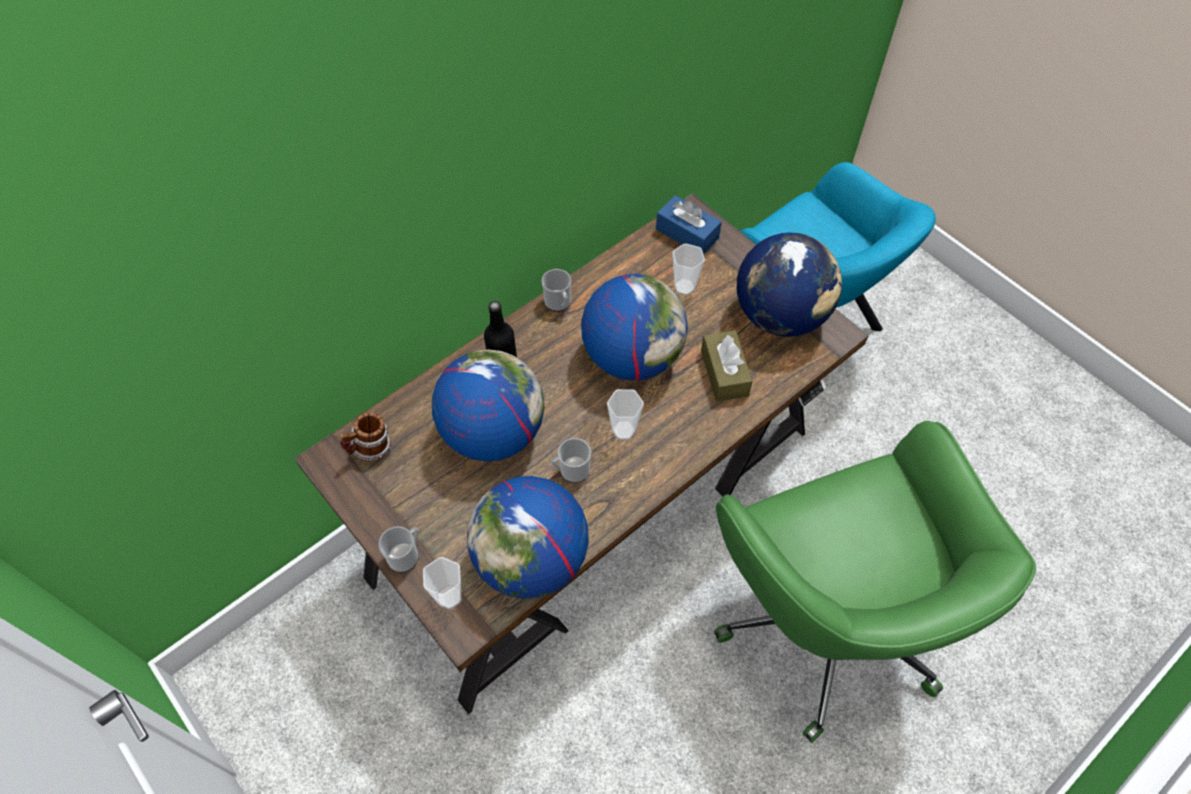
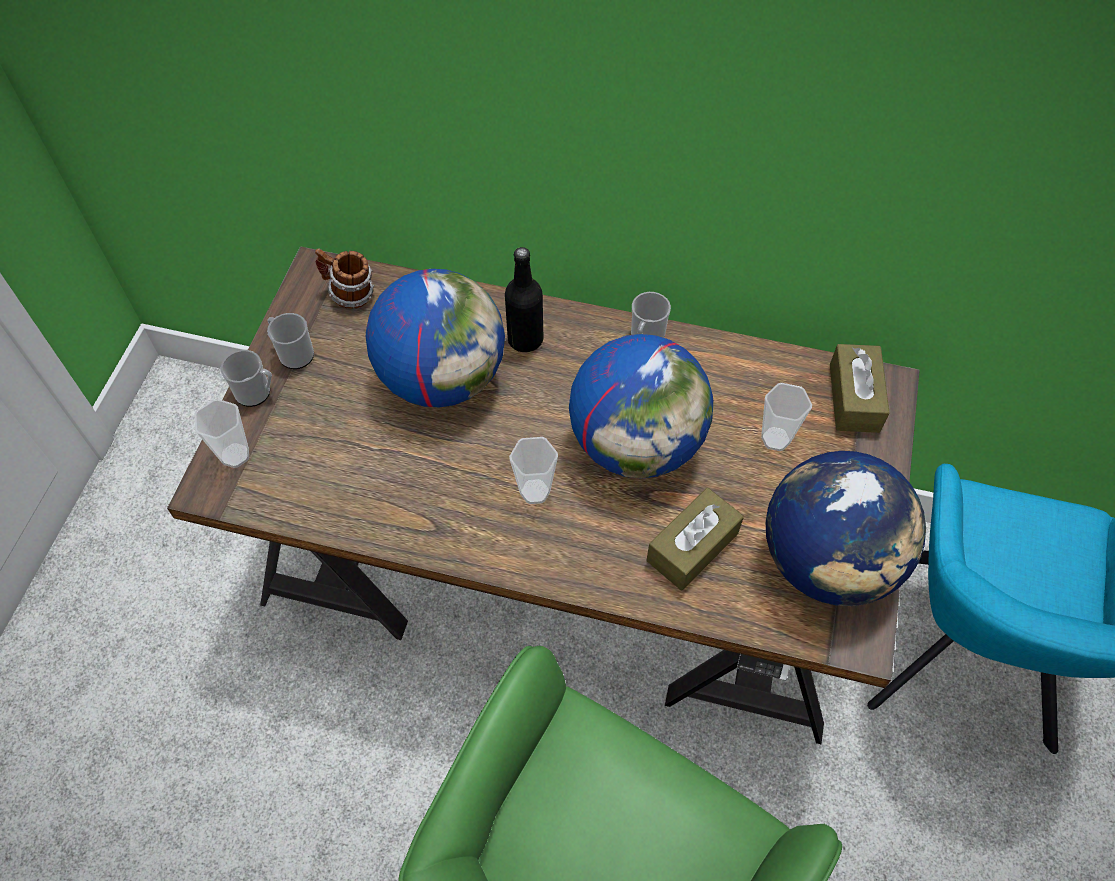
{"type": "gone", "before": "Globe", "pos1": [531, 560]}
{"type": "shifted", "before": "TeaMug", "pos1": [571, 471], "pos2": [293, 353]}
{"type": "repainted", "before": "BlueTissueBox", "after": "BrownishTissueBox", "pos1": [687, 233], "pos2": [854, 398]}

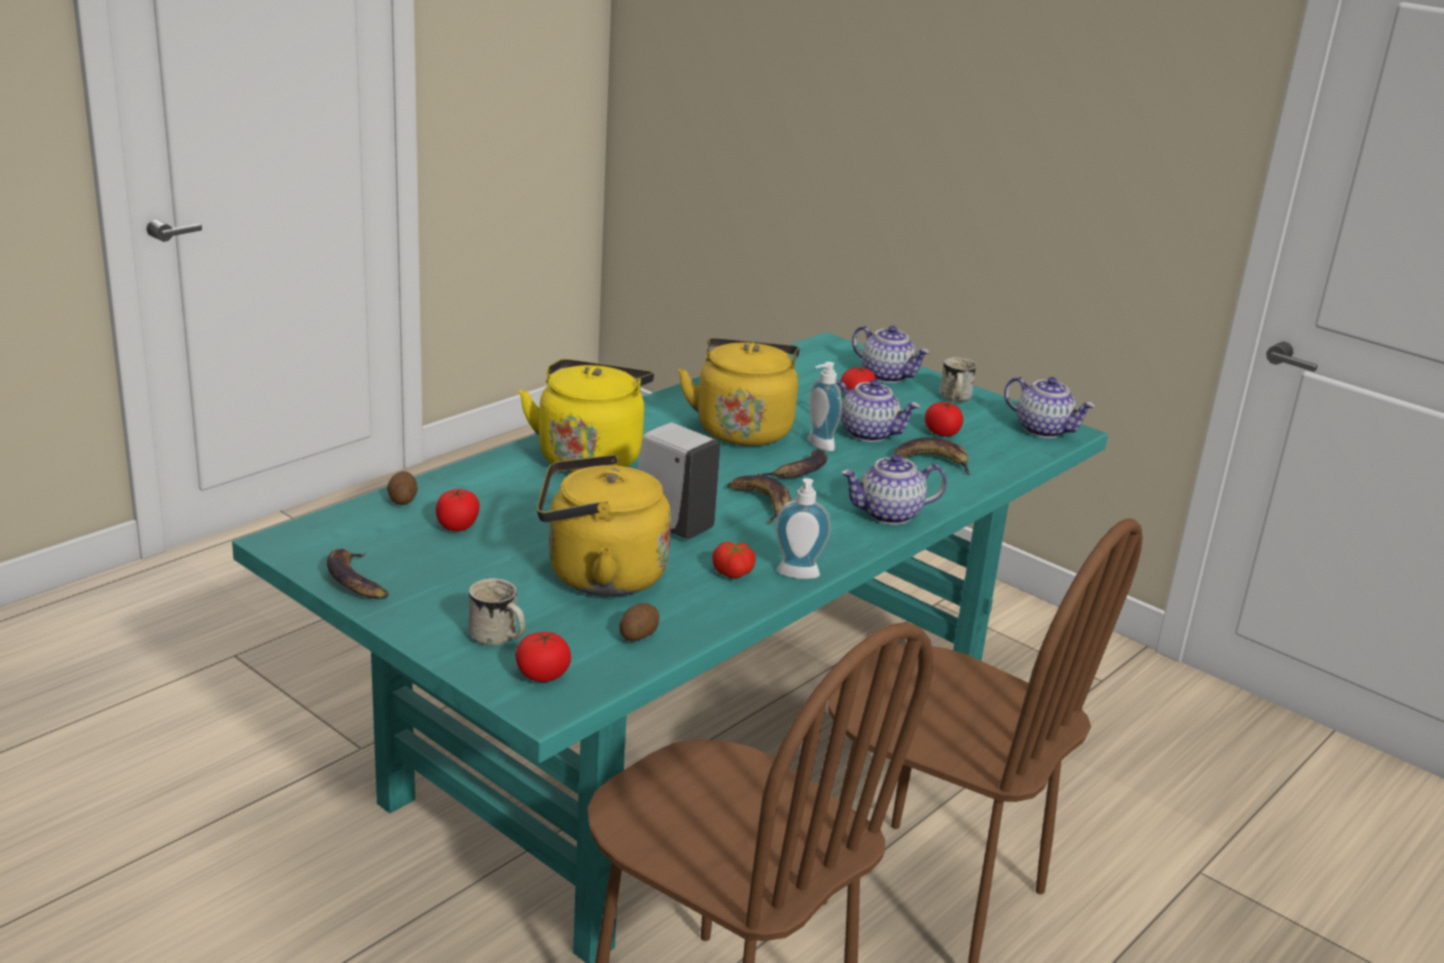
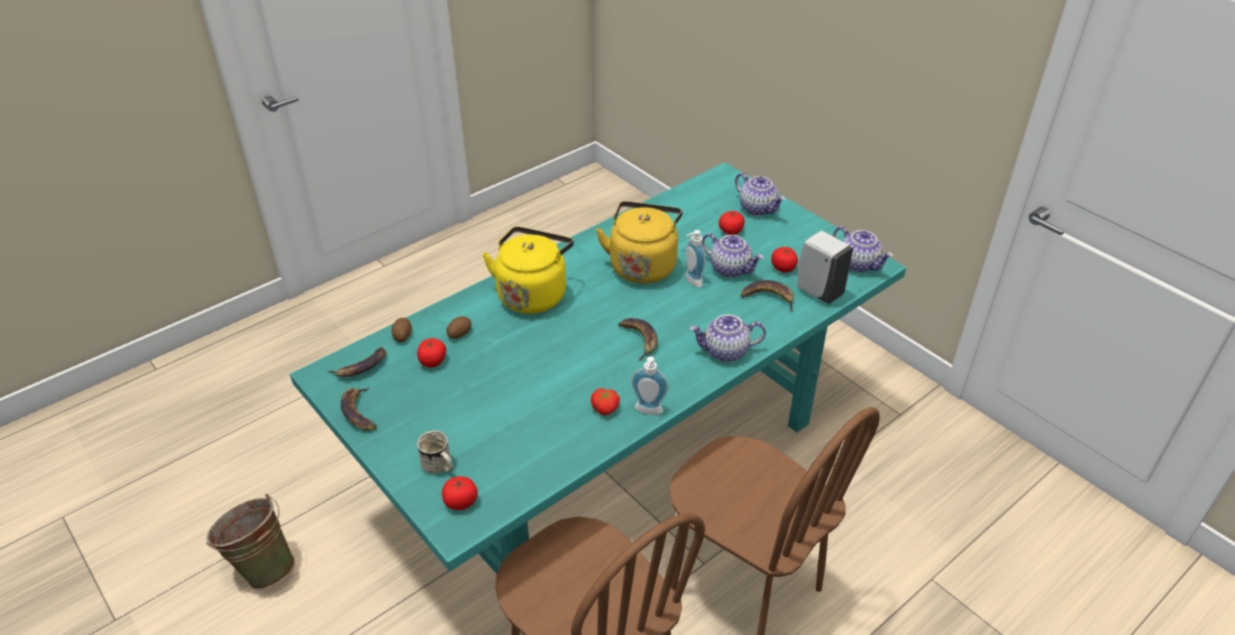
{"type": "gone", "before": "YellowishTeaKettle", "pos1": [598, 576]}
{"type": "gone", "before": "WhitishTeaMug", "pos1": [954, 399]}
{"type": "new", "after": "GreenColouredPail", "pos2": [263, 567]}
{"type": "shifted", "before": "Spud", "pos1": [637, 634], "pos2": [459, 333]}
{"type": "shifted", "before": "WhitishLiquidSoapBottle", "pos1": [672, 526], "pos2": [818, 291]}
{"type": "shifted", "before": "WholeBanana", "pos1": [799, 472], "pos2": [361, 367]}

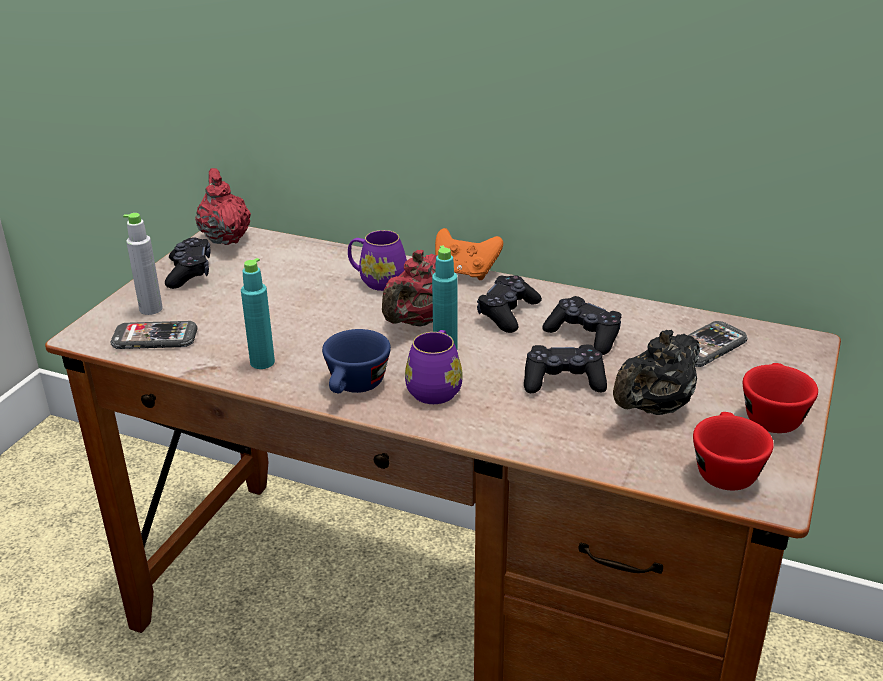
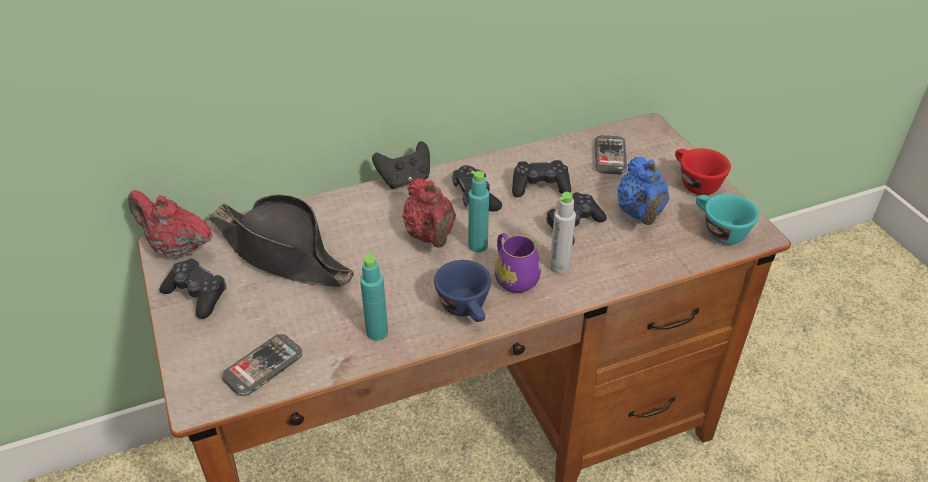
{"type": "gone", "before": "PurpleTeaMug", "pos1": [378, 281]}
{"type": "new", "after": "BlackColouredWearableHat", "pos2": [282, 254]}
{"type": "shifted", "before": "GreyBeverageBottle", "pos1": [151, 309], "pos2": [559, 267]}
{"type": "repainted", "before": "OrangeColouredGamepad", "after": "BlackColouredGamepad", "pos1": [465, 273], "pos2": [405, 180]}
{"type": "repainted", "before": "BlackColouredPotForTea", "after": "BluePotForTea", "pos1": [654, 408], "pos2": [640, 214]}
{"type": "repainted", "before": "RedColouredCup", "after": "TurquoiseCup", "pos1": [724, 469], "pos2": [718, 231]}

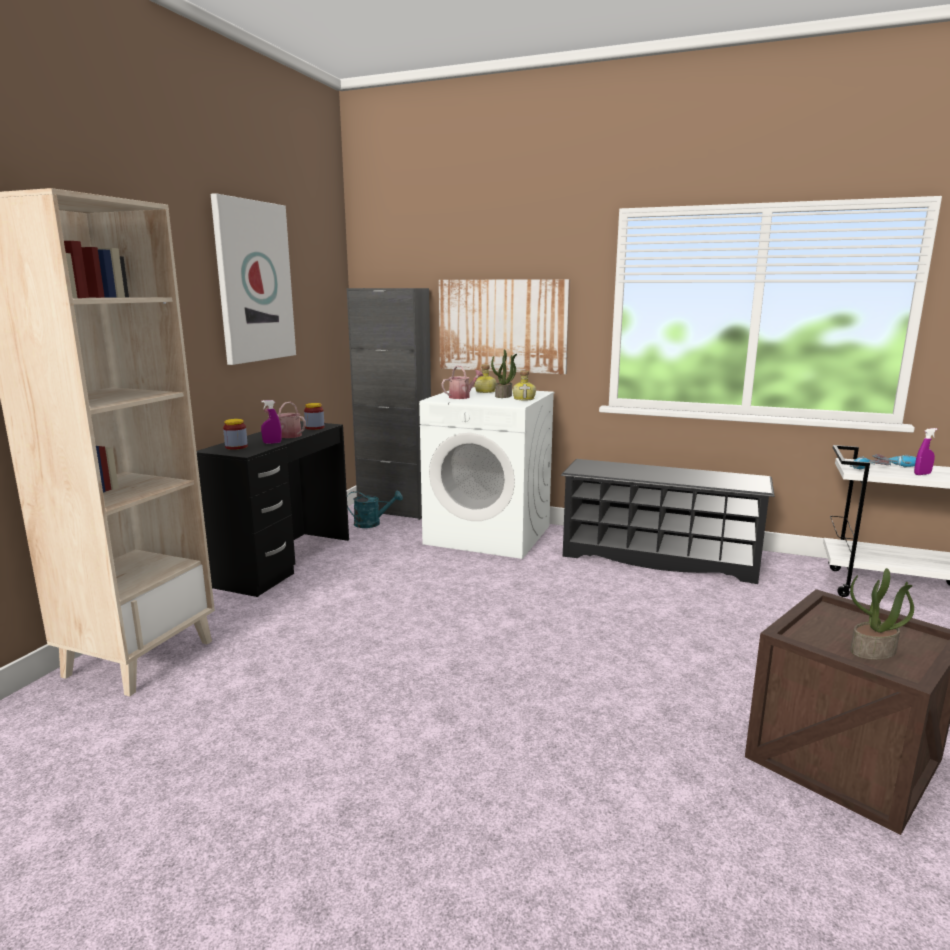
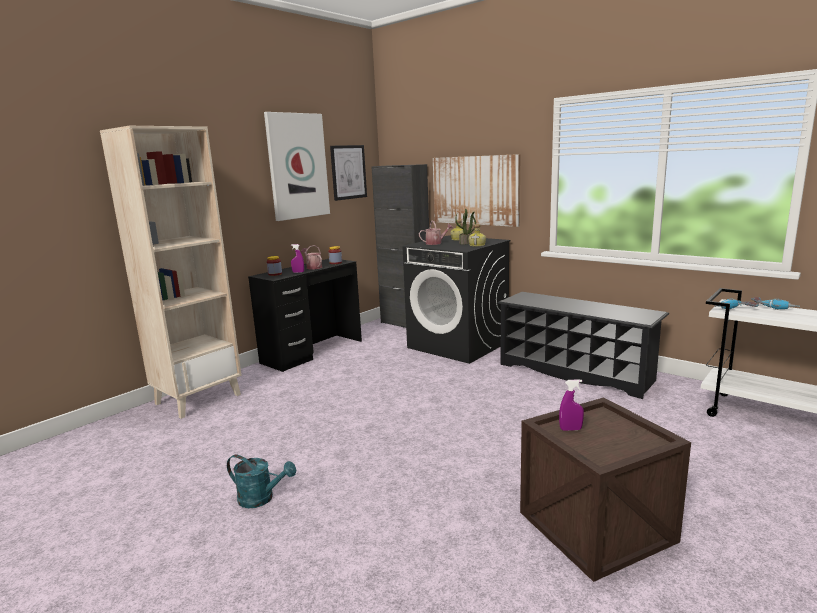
{"type": "gone", "before": "PlantInAPot", "pos1": [873, 651]}
{"type": "new", "after": "WallArt", "pos2": [348, 172]}
{"type": "shifted", "before": "TurquoiseWateringCan", "pos1": [372, 524], "pos2": [261, 499]}
{"type": "shifted", "before": "PurpleSprayBottle", "pos1": [922, 474], "pos2": [570, 429]}
{"type": "repainted", "before": "WhitishWashingMachine", "after": "BlackColouredWashingMachine", "pos1": [489, 535], "pos2": [458, 345]}

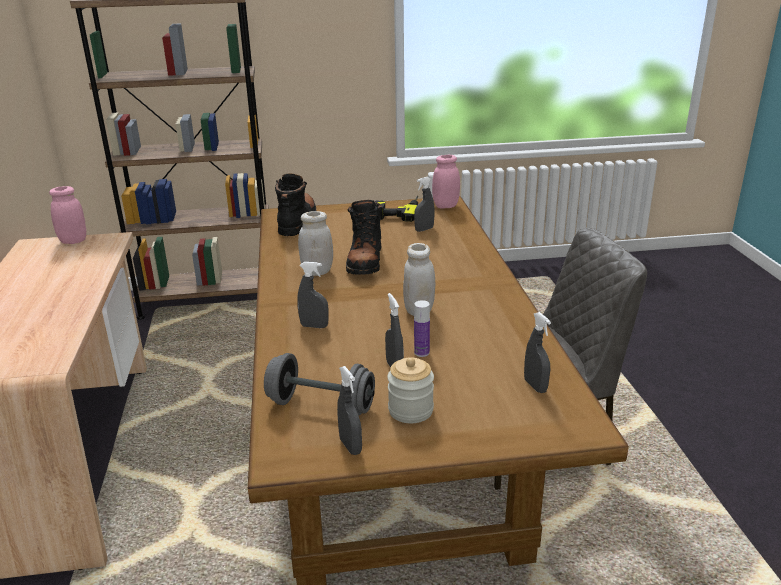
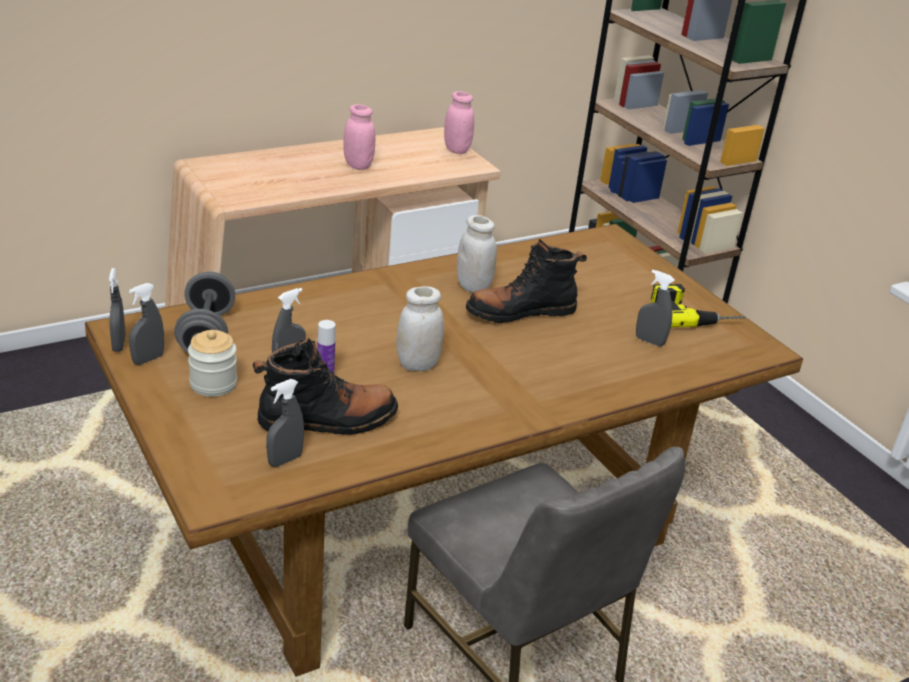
{"type": "shifted", "before": "BlackColouredBoot", "pos1": [298, 222], "pos2": [327, 420]}
{"type": "shifted", "before": "GreySprayBottle", "pos1": [314, 326], "pos2": [119, 345]}
{"type": "shifted", "before": "PinkStorageJar", "pos1": [445, 206], "pos2": [358, 165]}

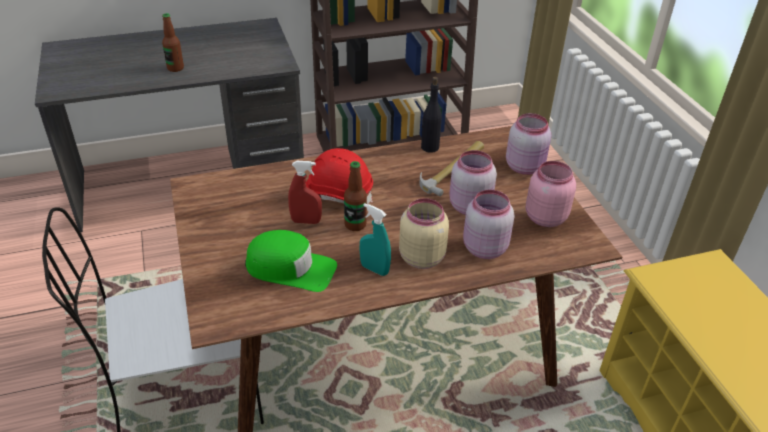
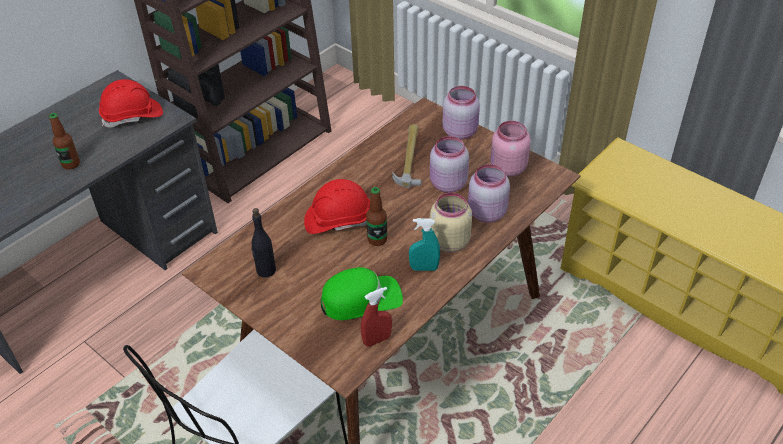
{"type": "new", "after": "RedColouredSafetyHelmet", "pos2": [132, 116]}
{"type": "shifted", "before": "RedColouredSprayBottle", "pos1": [306, 221], "pos2": [377, 340]}
{"type": "shifted", "before": "BlackColouredBeverageBottle", "pos1": [429, 147], "pos2": [266, 270]}

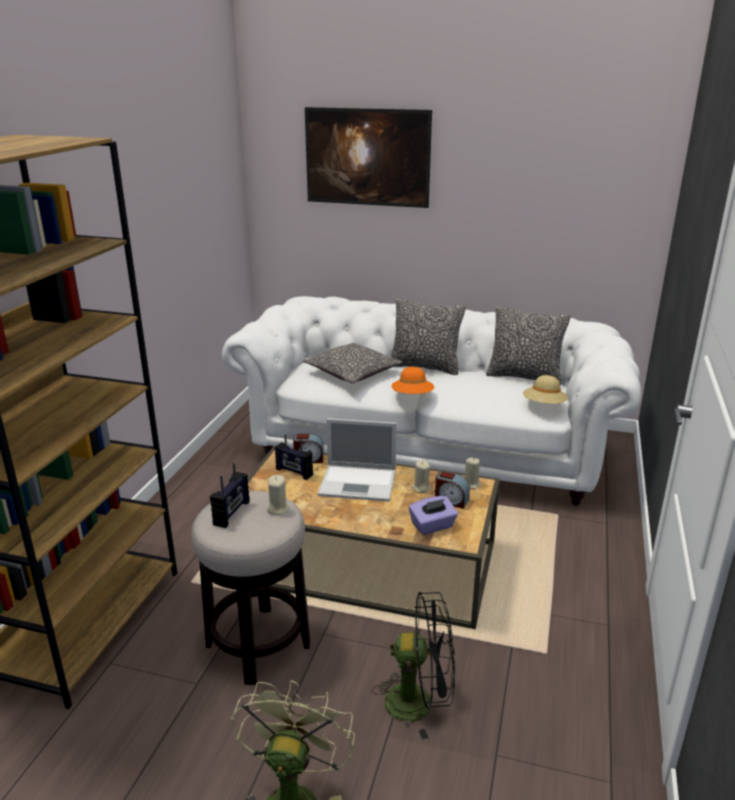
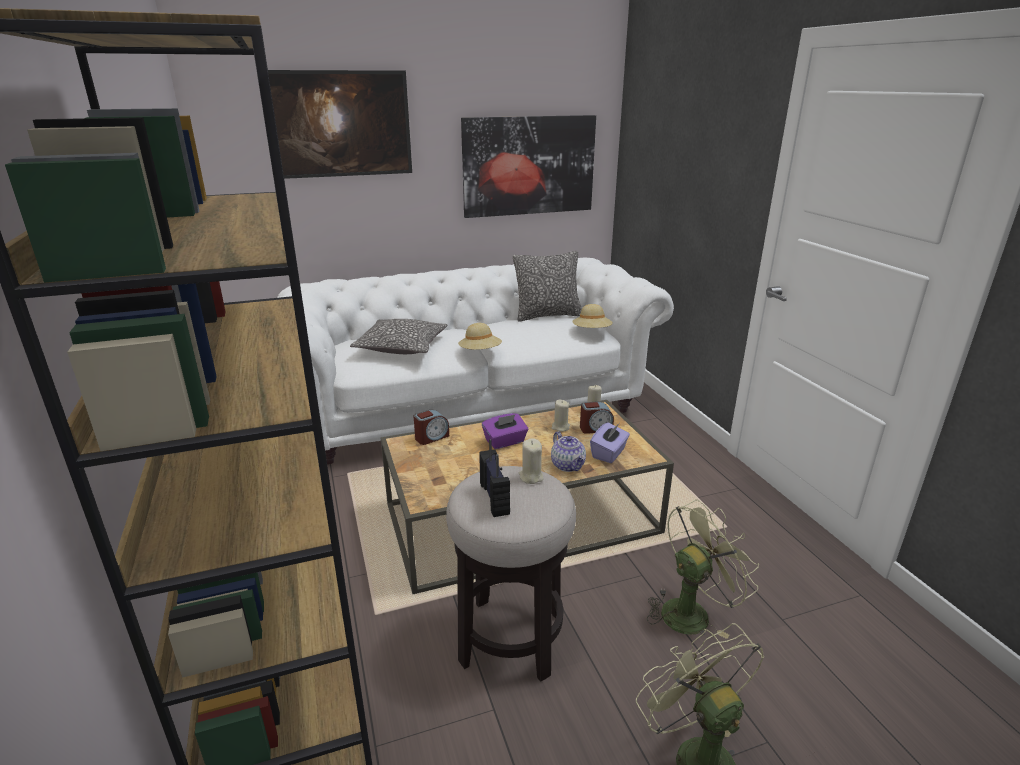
{"type": "gone", "before": "Radio", "pos1": [294, 472]}
{"type": "gone", "before": "ThrowPillow", "pos1": [425, 367]}
{"type": "new", "after": "WallArt", "pos2": [529, 166]}
{"type": "new", "after": "PotForTea", "pos2": [568, 465]}
{"type": "swapped", "before": "PortableComputer", "after": "PurpleTissueBox", "pos1": [359, 483], "pos2": [505, 442]}
{"type": "repainted", "before": "BlackColouredCoolingFan", "after": "GreenColouredCoolingFan", "pos1": [419, 702], "pos2": [691, 611]}
{"type": "repainted", "before": "OrangeColouredWearableHat", "after": "BeigeWearableHat", "pos1": [412, 396], "pos2": [480, 352]}

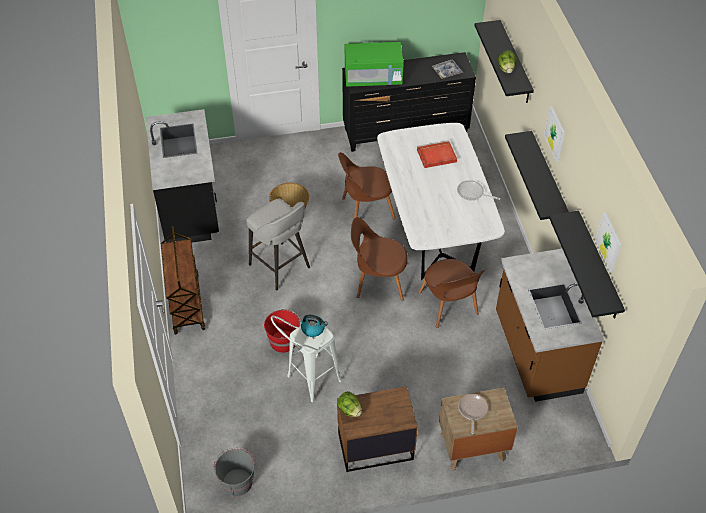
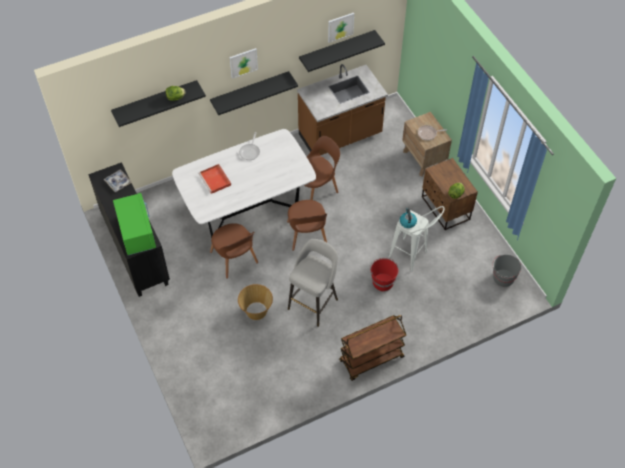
{"type": "gone", "before": "BlackColouredCounter", "pos1": [190, 207]}

